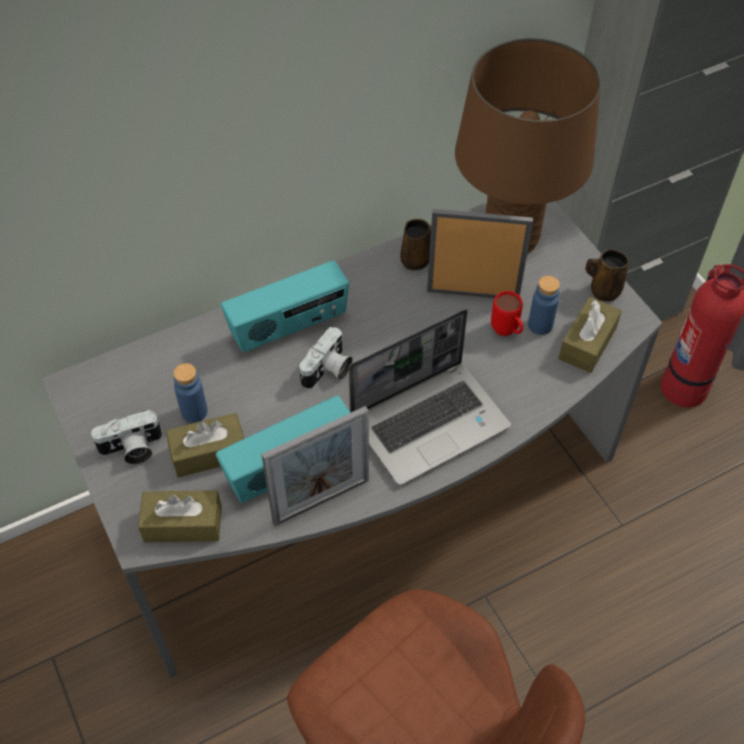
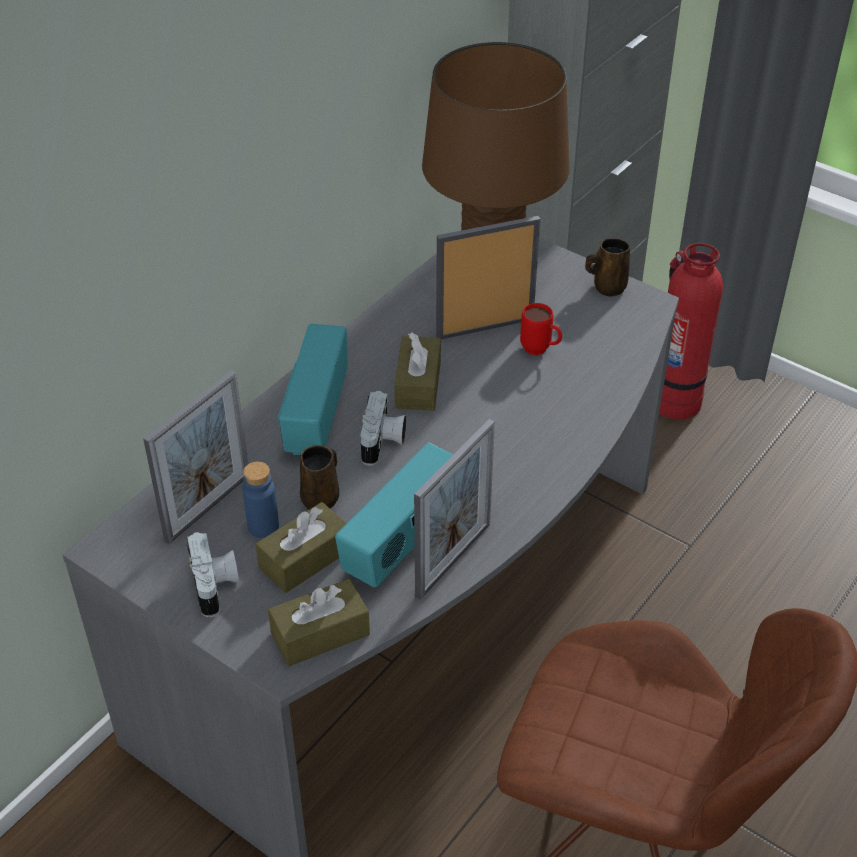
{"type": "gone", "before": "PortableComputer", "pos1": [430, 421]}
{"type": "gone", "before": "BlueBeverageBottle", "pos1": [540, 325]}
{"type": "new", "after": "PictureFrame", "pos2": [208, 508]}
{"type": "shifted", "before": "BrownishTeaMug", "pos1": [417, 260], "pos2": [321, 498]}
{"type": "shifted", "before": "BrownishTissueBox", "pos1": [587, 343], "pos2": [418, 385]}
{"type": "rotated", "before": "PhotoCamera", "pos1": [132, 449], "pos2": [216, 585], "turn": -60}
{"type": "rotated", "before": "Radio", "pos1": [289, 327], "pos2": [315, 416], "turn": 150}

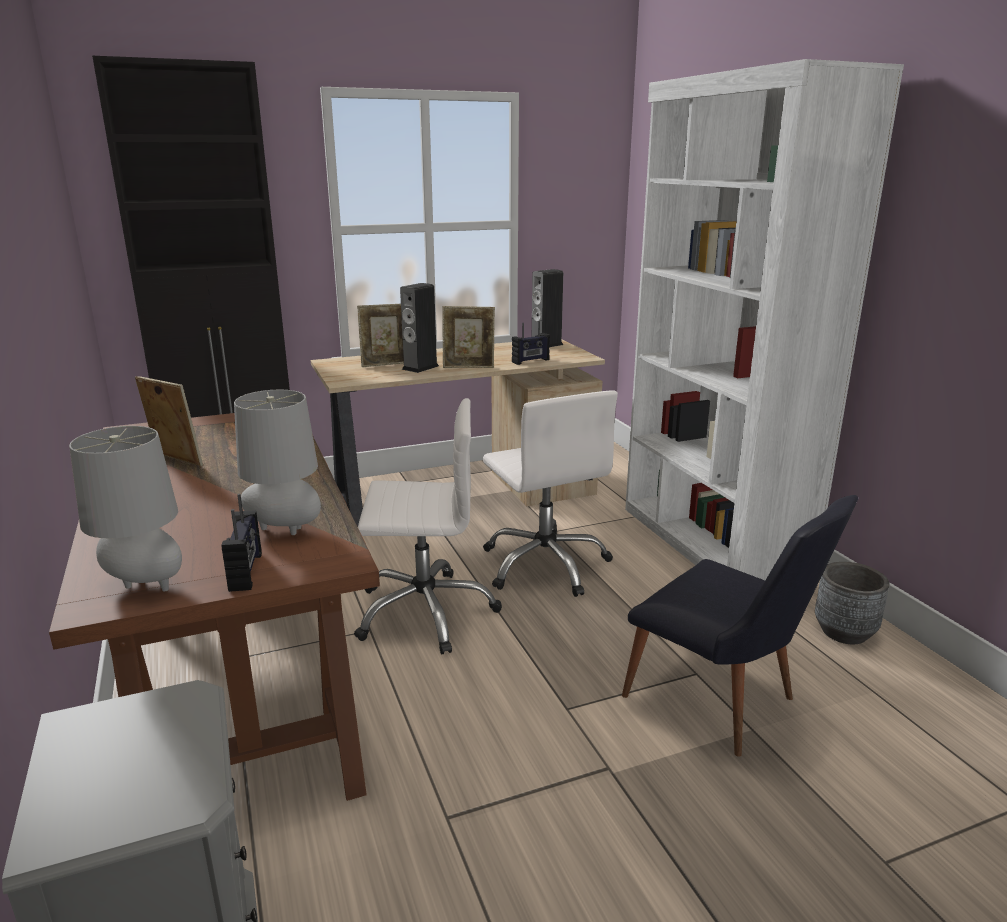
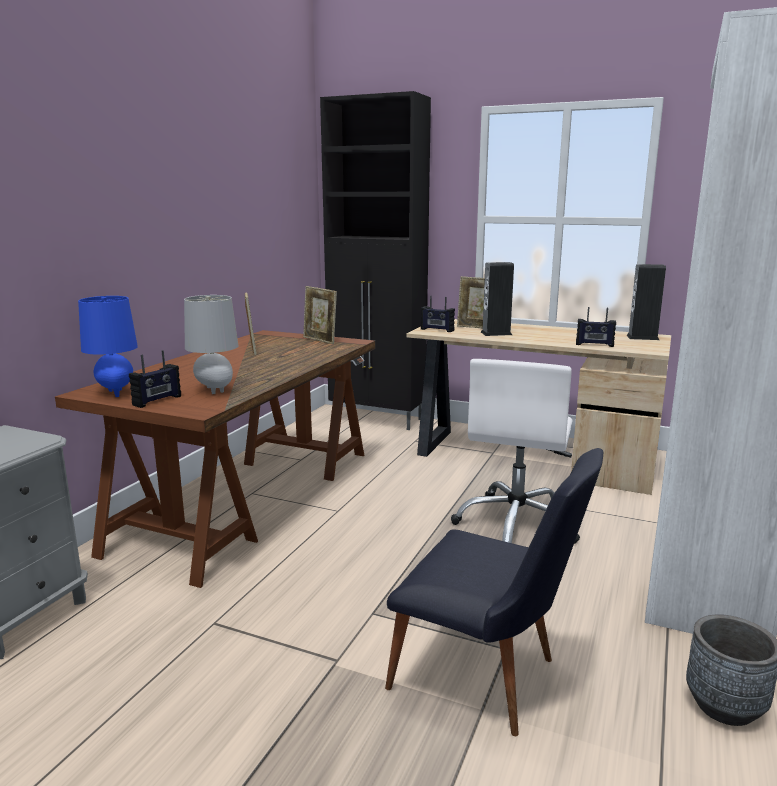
{"type": "gone", "before": "WhitishDeskChair", "pos1": [425, 611]}
{"type": "new", "after": "Radio", "pos2": [437, 330]}
{"type": "shifted", "before": "PictureFrame", "pos1": [469, 367], "pos2": [320, 340]}
{"type": "repainted", "before": "GreyLampForATable", "after": "BlueLampForATable", "pos1": [143, 586], "pos2": [115, 392]}
{"type": "rotated", "before": "BlackColouredPlainChair", "pos1": [722, 705], "pos2": [487, 680], "turn": -60}

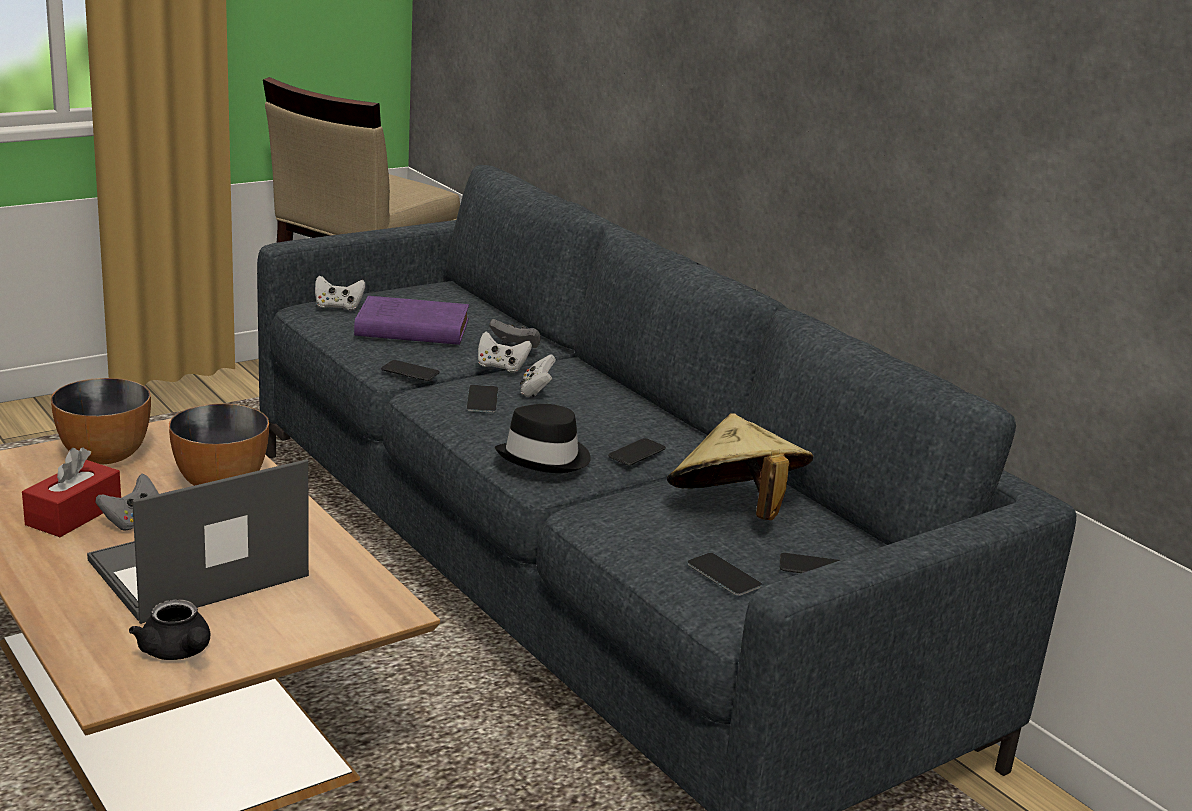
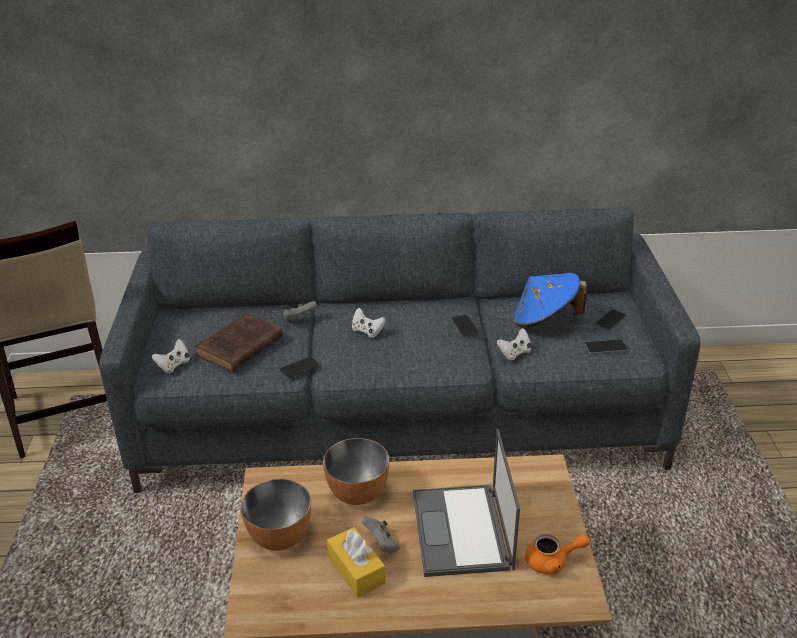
{"type": "gone", "before": "Phone", "pos1": [482, 400]}
{"type": "gone", "before": "BlackColouredWearableHat", "pos1": [545, 458]}
{"type": "shifted", "before": "WhitishGamepad", "pos1": [501, 367], "pos2": [514, 353]}
{"type": "repainted", "before": "RedColouredTissueBox", "after": "YellowishTissueBox", "pos1": [74, 514], "pos2": [356, 570]}
{"type": "repainted", "before": "BlackColouredPotForTea", "after": "OrangeColouredPotForTea", "pos1": [178, 652], "pos2": [552, 561]}
{"type": "repainted", "before": "PurpleVolume", "after": "BrownishVolume", "pos1": [409, 328], "pos2": [238, 348]}
{"type": "repainted", "before": "BeigeWearableHat", "after": "BlueWearableHat", "pos1": [734, 510], "pos2": [545, 320]}

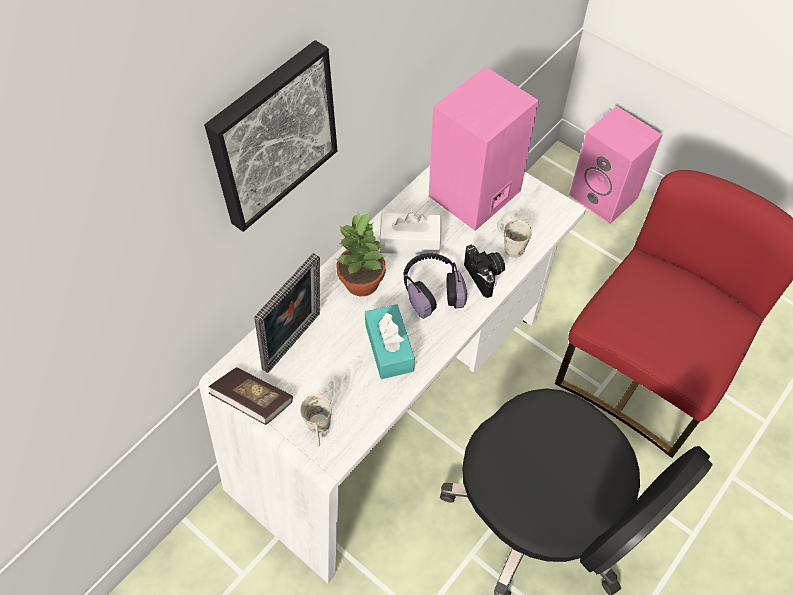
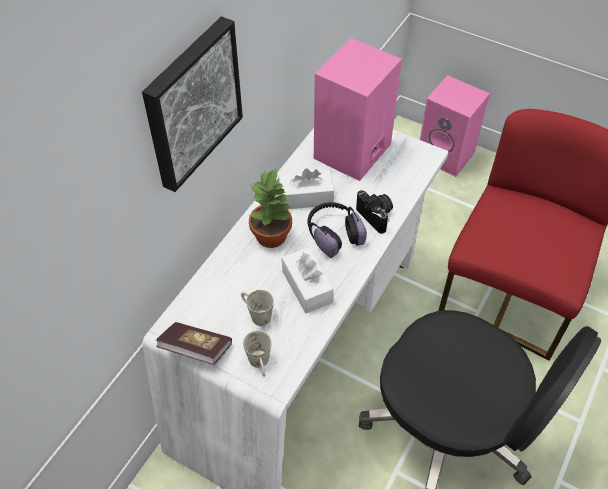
{"type": "gone", "before": "PictureFrame", "pos1": [295, 344]}
{"type": "shifted", "before": "WhitishTeaMug", "pos1": [509, 245], "pos2": [256, 314]}
{"type": "repainted", "before": "TurquoiseTissueBox", "after": "WhitishTissueBox", "pos1": [389, 348], "pos2": [307, 286]}

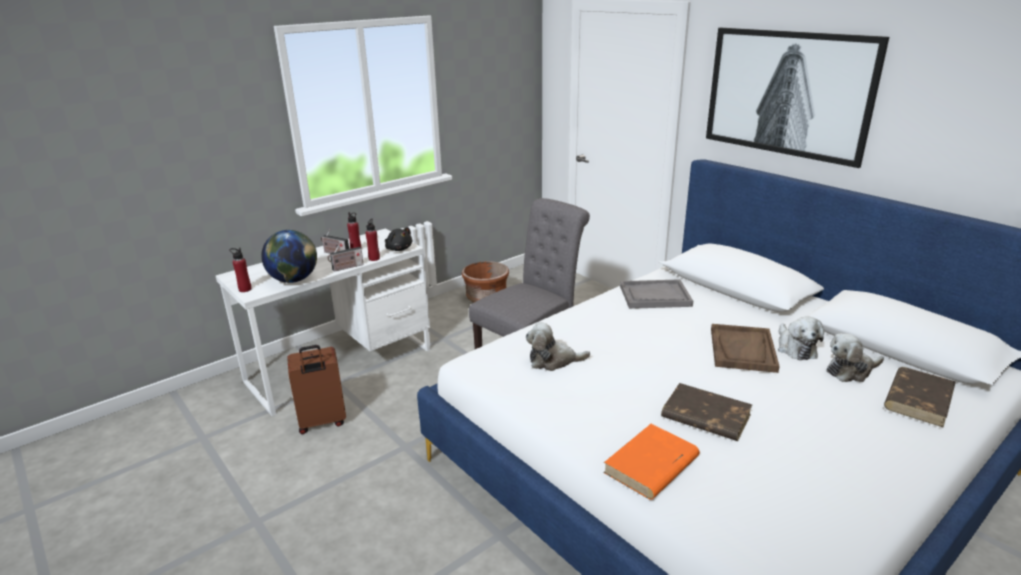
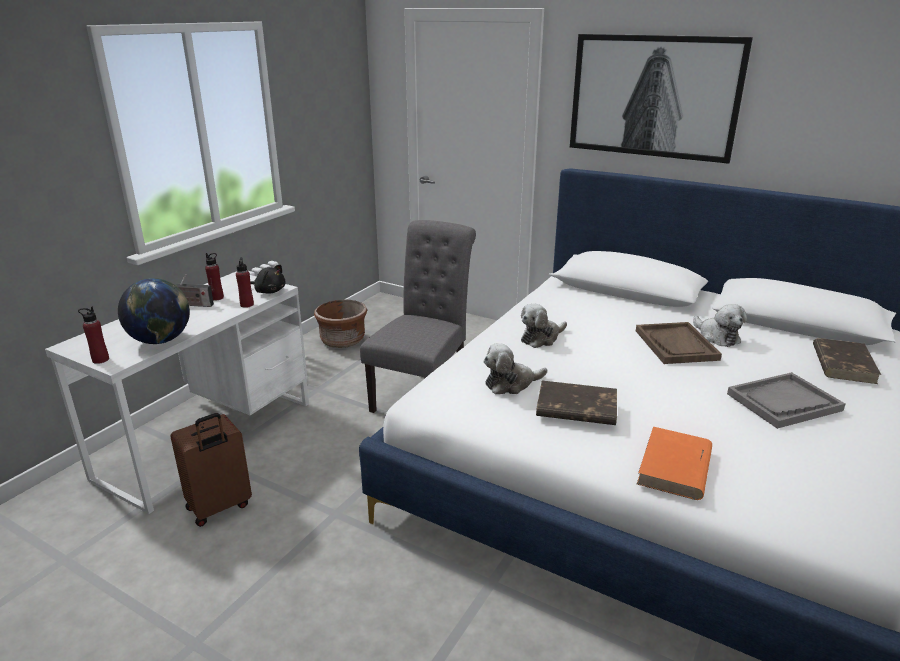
{"type": "gone", "before": "Radio", "pos1": [346, 267]}
{"type": "shifted", "before": "GreyCarryingTray", "pos1": [655, 296], "pos2": [783, 402]}
{"type": "shifted", "before": "BrownishVolume", "pos1": [705, 416], "pos2": [575, 408]}
{"type": "shifted", "before": "SoftToy", "pos1": [851, 371], "pos2": [541, 338]}

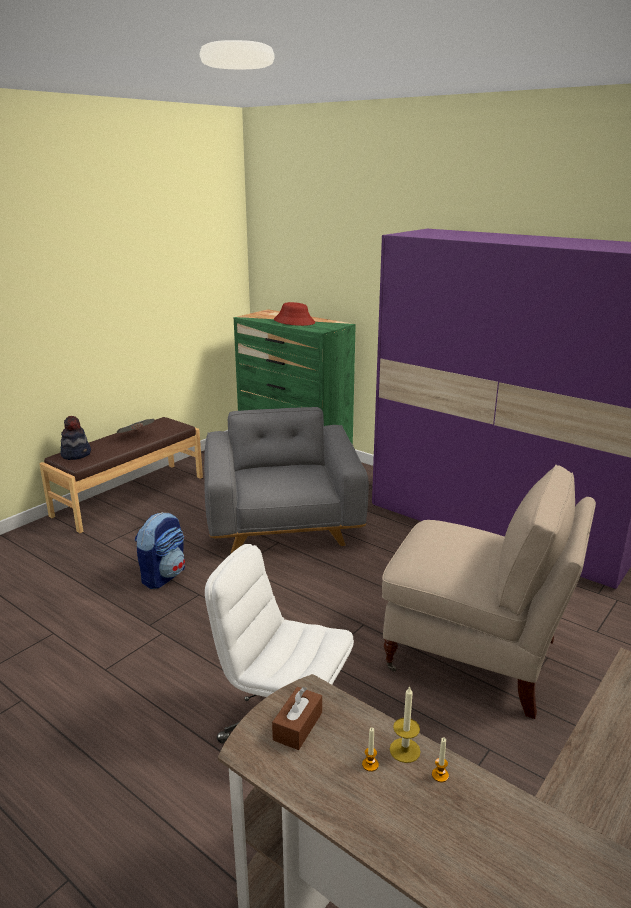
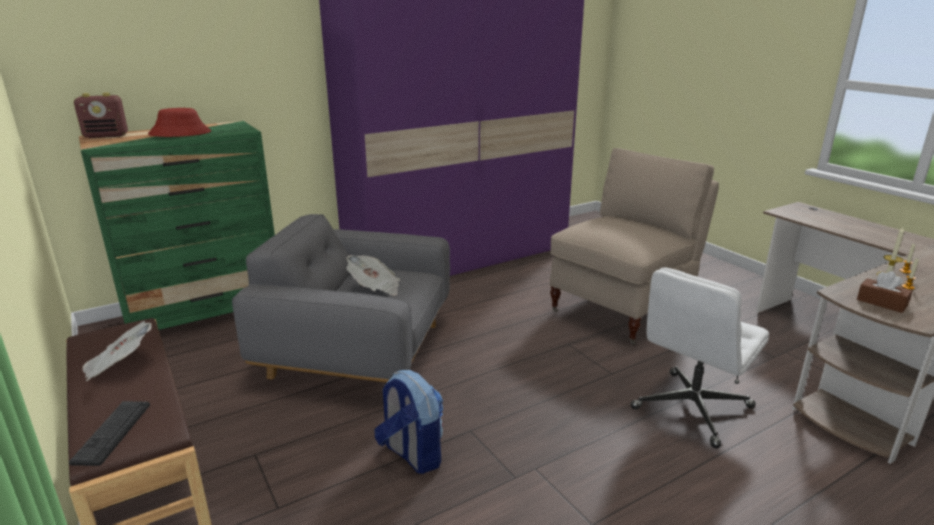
{"type": "new", "after": "Radio", "pos2": [106, 136]}
{"type": "new", "after": "Newspaper", "pos2": [375, 288]}
{"type": "swapped", "before": "WearableHat", "after": "ComputerKeyboard", "pos1": [76, 454], "pos2": [112, 432]}

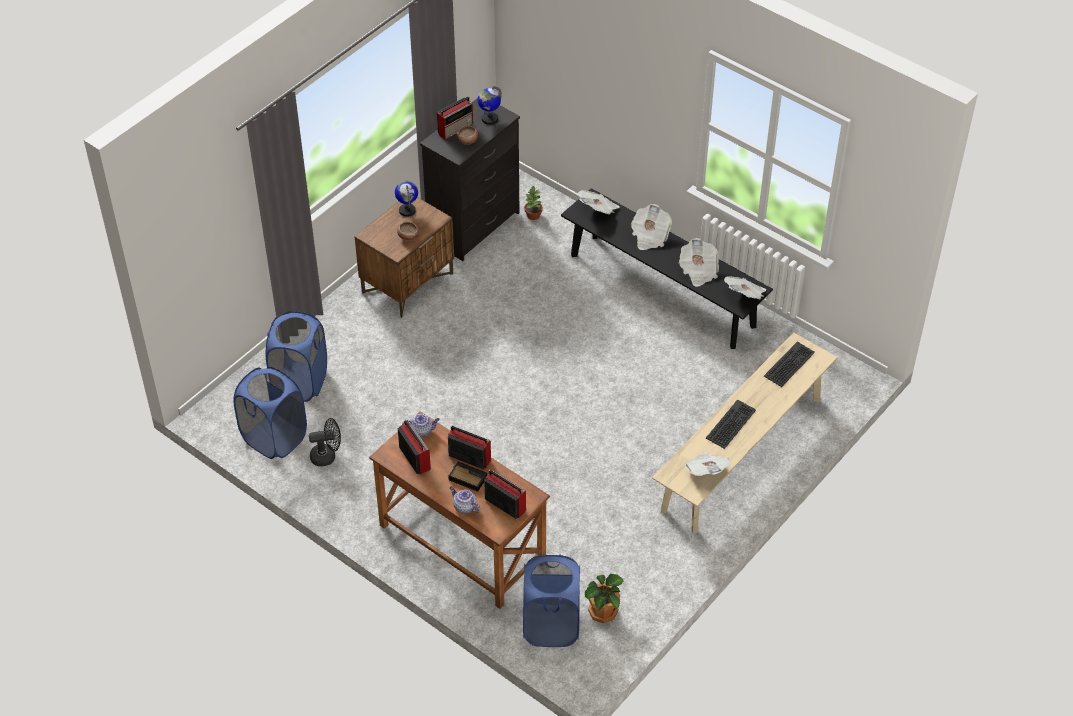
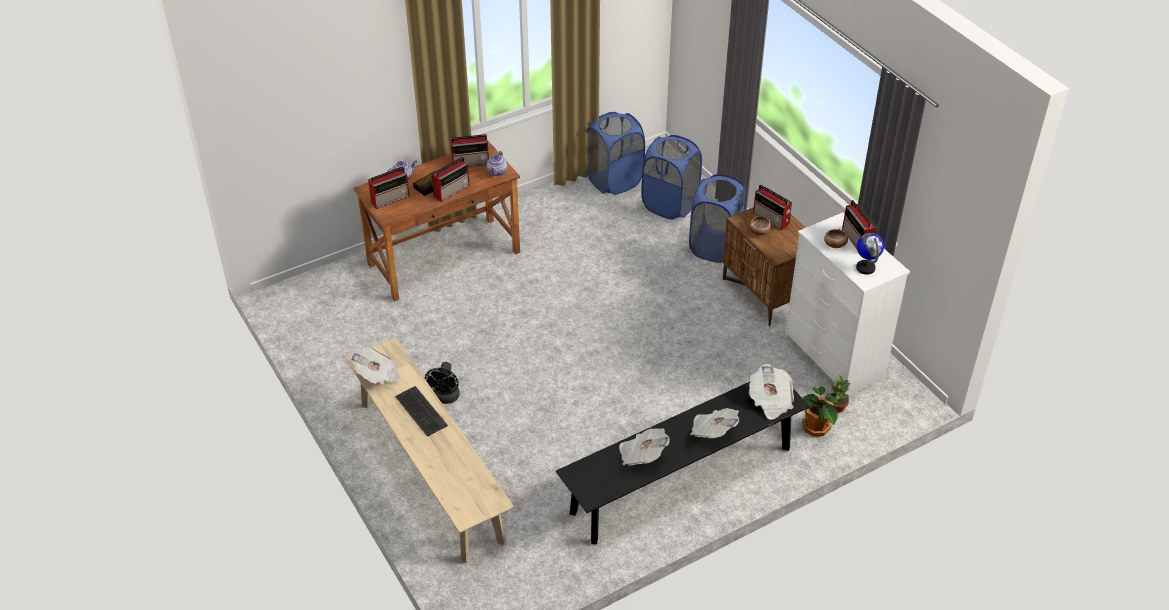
{"type": "gone", "before": "Globe", "pos1": [407, 210]}
{"type": "gone", "before": "Newspaper", "pos1": [745, 295]}
{"type": "gone", "before": "ComputerKeyboard", "pos1": [789, 365]}
{"type": "new", "after": "Radio", "pos2": [771, 219]}
{"type": "shifted", "before": "BlackColouredCoolingFan", "pos1": [327, 456], "pos2": [445, 398]}
{"type": "shifted", "before": "BlueLaundryBasket", "pos1": [551, 626], "pos2": [715, 246]}
{"type": "shifted", "before": "PlantInAPot", "pos1": [604, 612], "pos2": [816, 428]}
{"type": "repainted", "before": "BlackColouredDrawerChest", "after": "WhitishDrawerChest", "pos1": [475, 226], "pos2": [834, 358]}

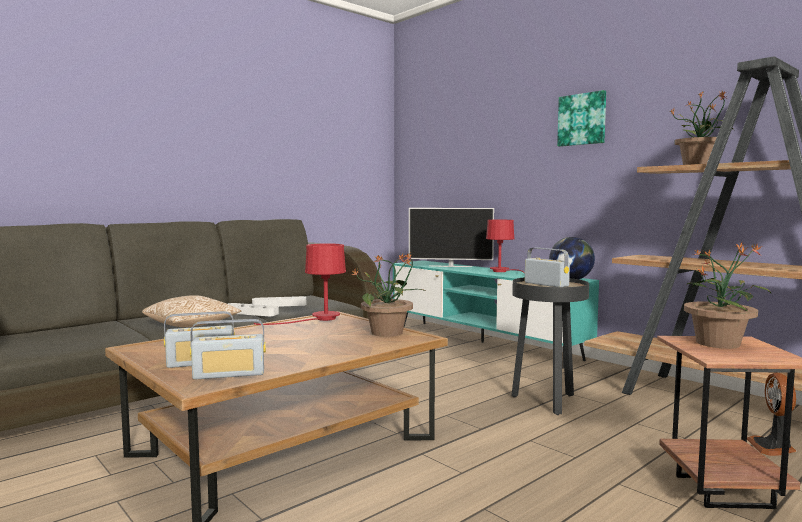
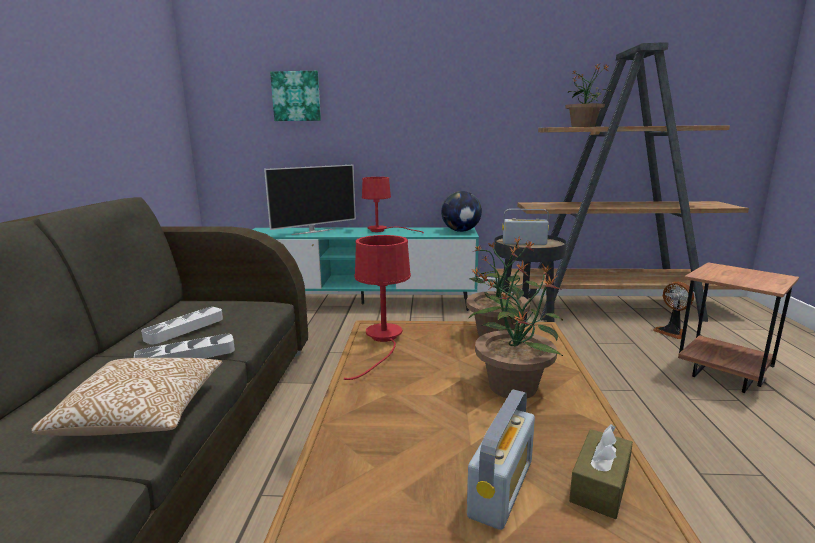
{"type": "shifted", "before": "WallArt", "pos1": [582, 119], "pos2": [296, 96]}
{"type": "shifted", "before": "PlantInAPot", "pos1": [718, 343], "pos2": [513, 386]}
{"type": "swapped", "before": "Radio", "after": "BrownishTissueBox", "pos1": [229, 374], "pos2": [600, 485]}

